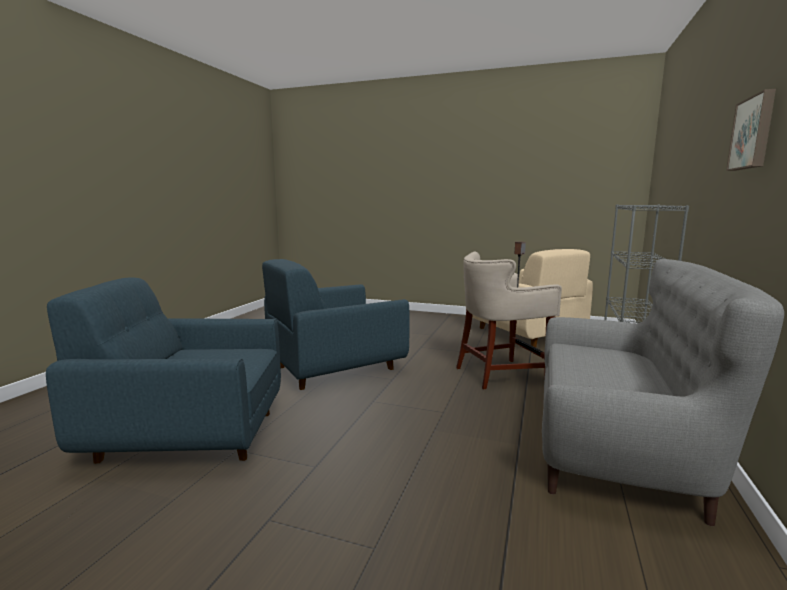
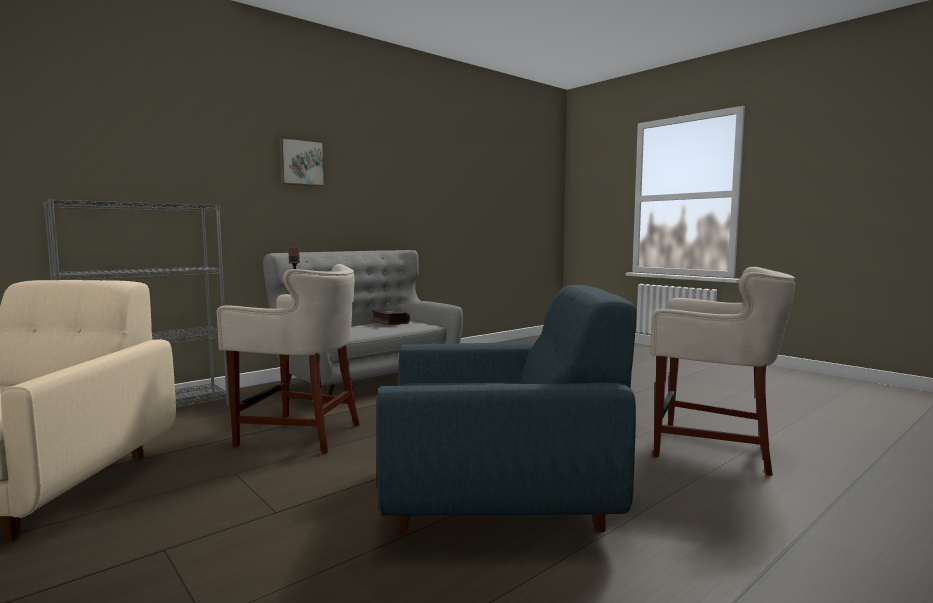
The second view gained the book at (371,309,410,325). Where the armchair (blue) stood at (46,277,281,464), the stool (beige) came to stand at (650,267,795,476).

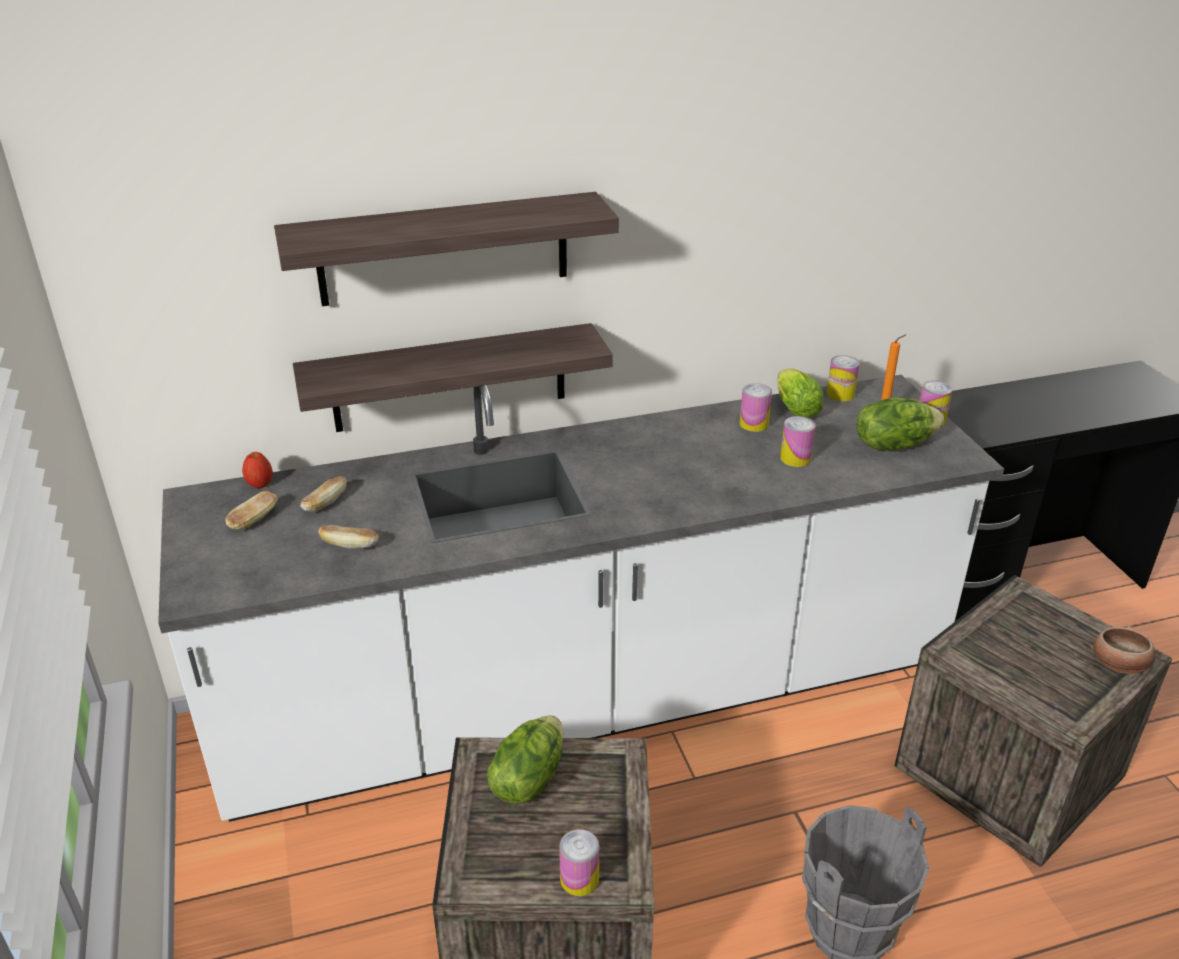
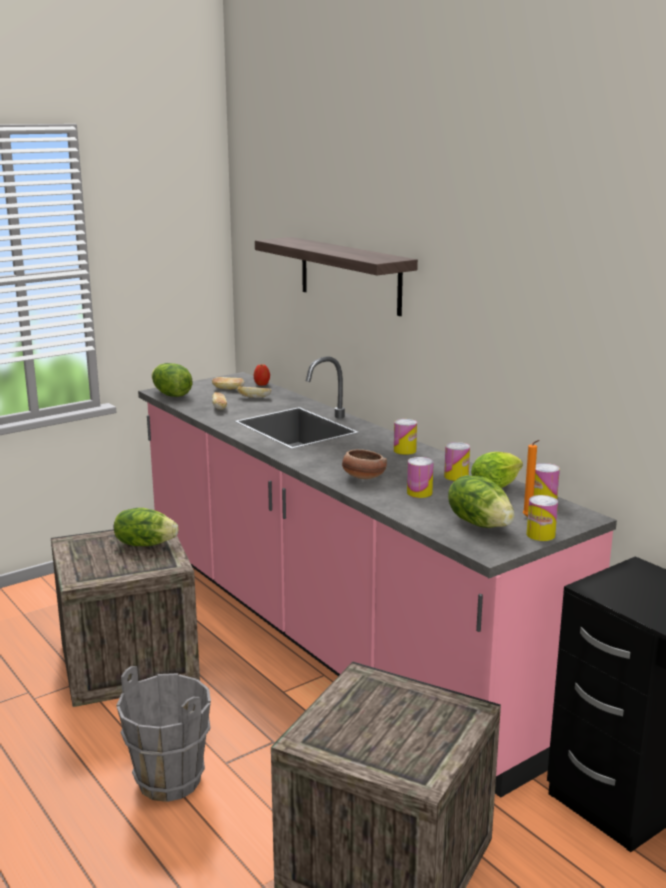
The second view lost the shelf at (293,323,613,432). The second view gained the lettuce at (152,363,192,397). The can ended up elsewhere, having gone from (559,829,599,896) to (394,419,417,455). The bowl ended up elsewhere, having gone from (1093,626,1155,674) to (342,449,387,479). What was the counter (white) at (158,375,1004,822) turned into the counter (pink) at (138,356,617,798).

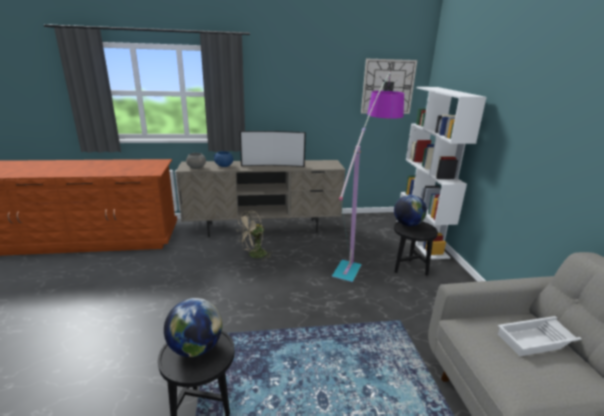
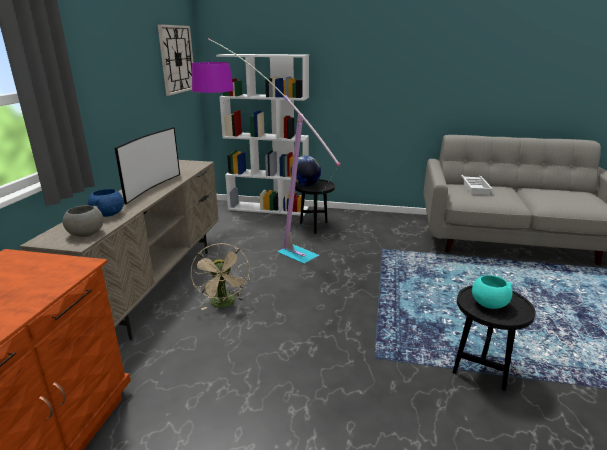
Where the globe stood at (164,298,222,357), the bowl (turquoise) came to stand at (472,275,513,309).

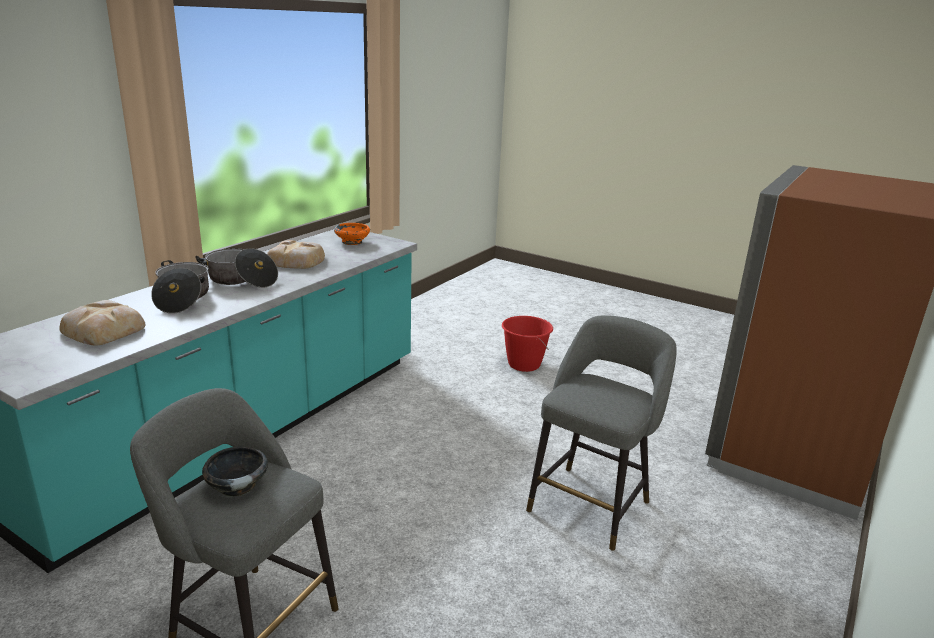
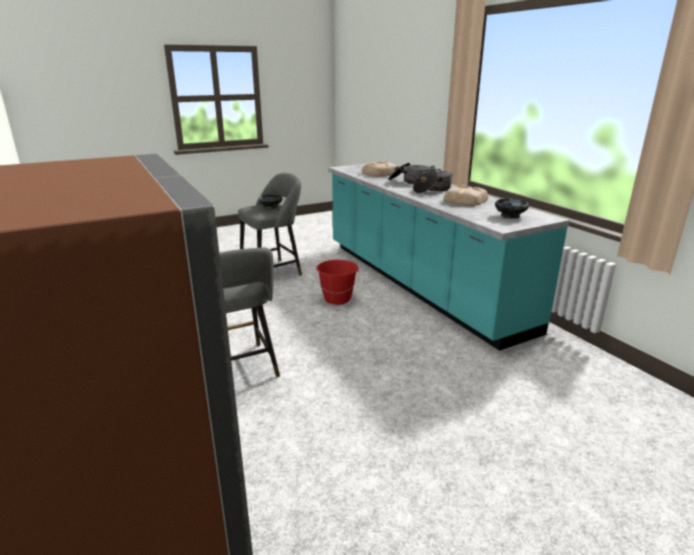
The bucket (red) ended up elsewhere, having gone from (502,316,553,372) to (315,260,359,305). What was the bowl (orange) at (334,223,370,245) turned into the bowl (black) at (495,198,529,219).

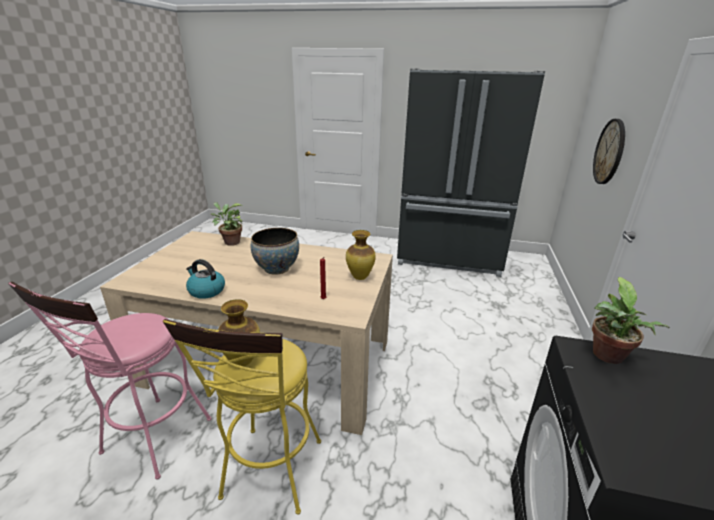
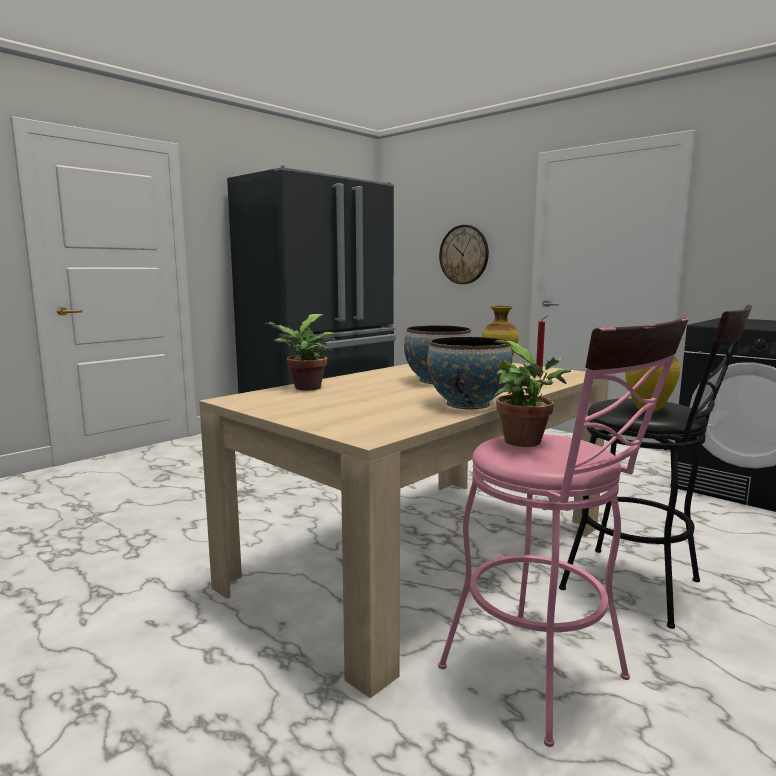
The potted plant ended up elsewhere, having gone from (592,277,670,364) to (492,340,571,447). Where the kettle stood at (186,259,225,299), the bowl came to stand at (427,337,512,409). What was the stool (yellow) at (163,319,321,515) turned into the stool (black) at (559,305,752,629).

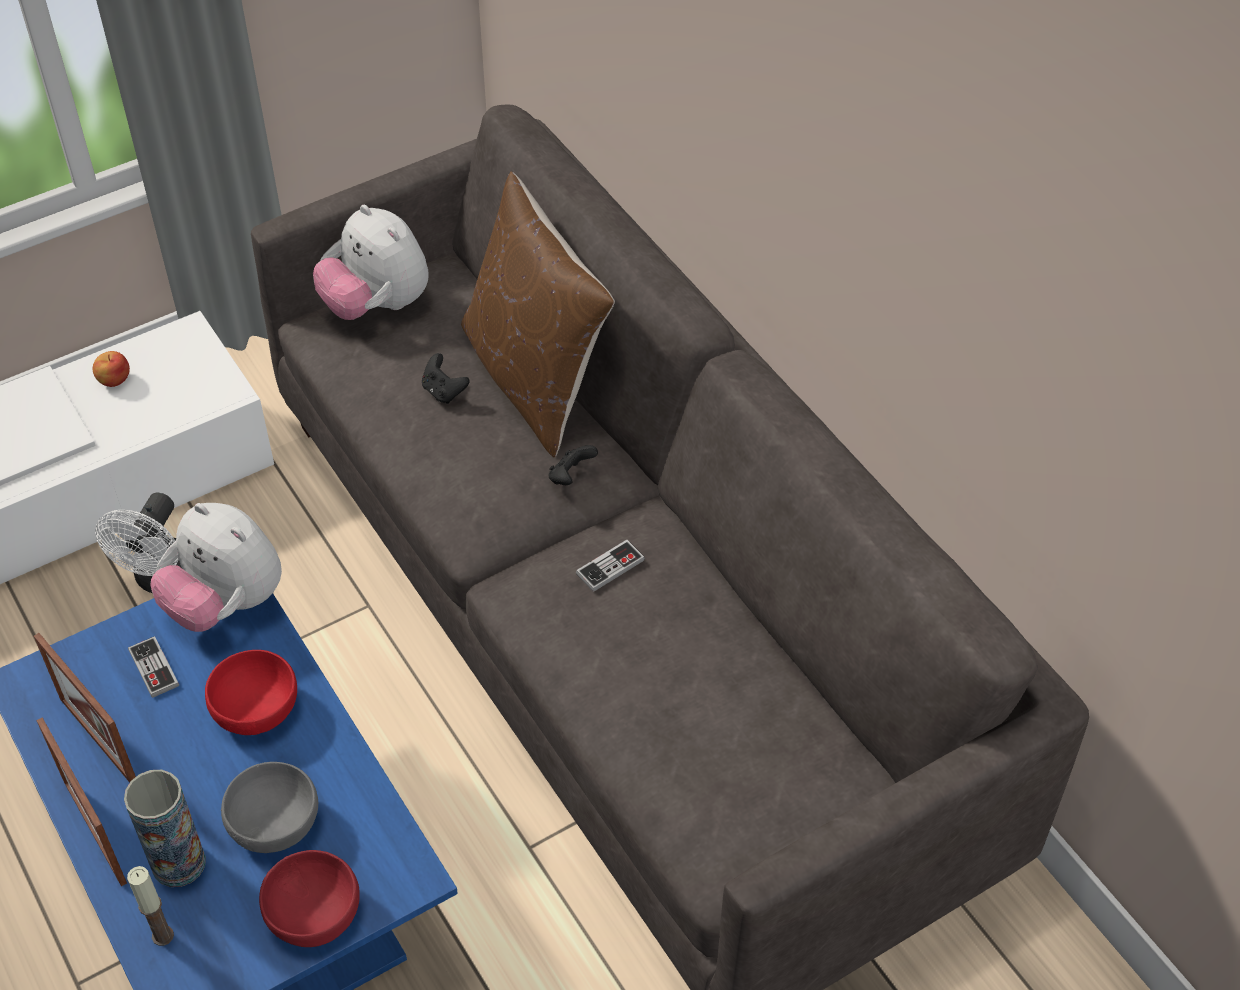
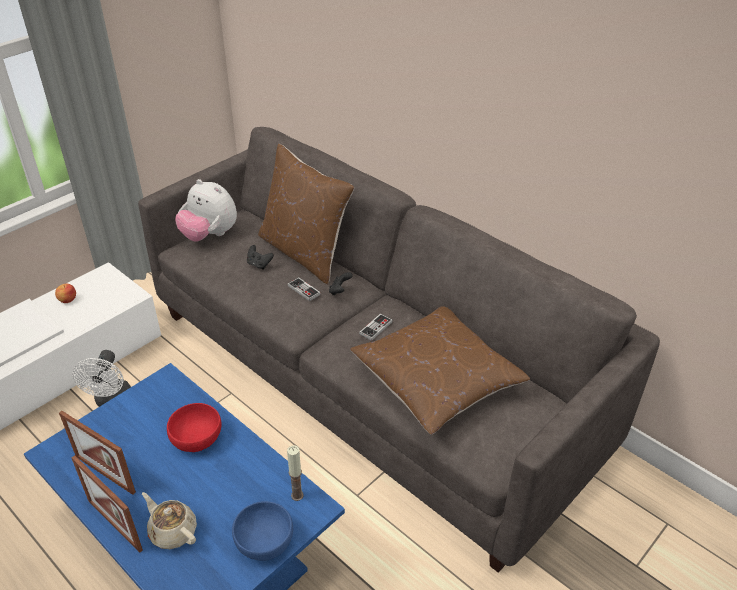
The second view lost the plush toy at (150,503,282,632). The second view lost the bowl (grey) at (221,762,318,853). The second view gained the pillow (brown) at (350,306,530,435). The candle ended up elsewhere, having gone from (127,866,174,946) to (287,445,304,501). The game controller ended up elsewhere, having gone from (128,636,179,698) to (287,277,321,301). Where the vase stood at (124,770,206,887), the teapot (beige) came to stand at (142,492,197,549). What was the bowl (red) at (259,850,360,947) turned into the bowl (blue) at (232,501,293,561).

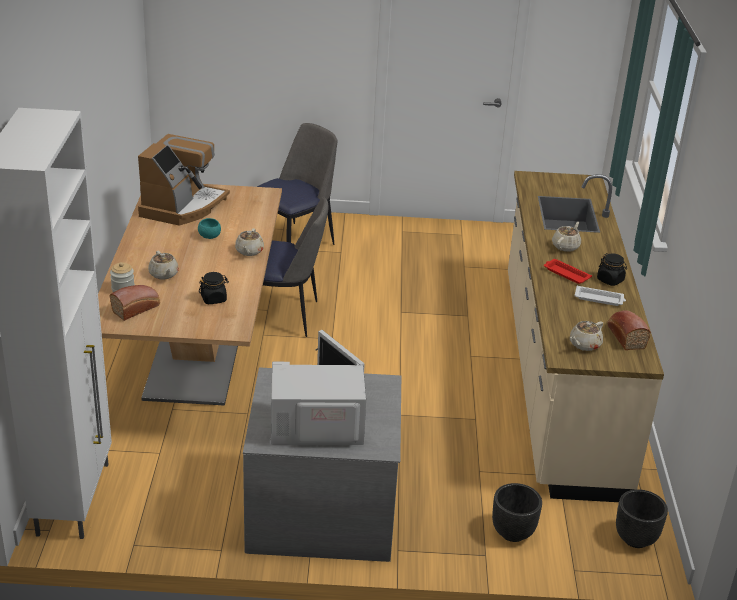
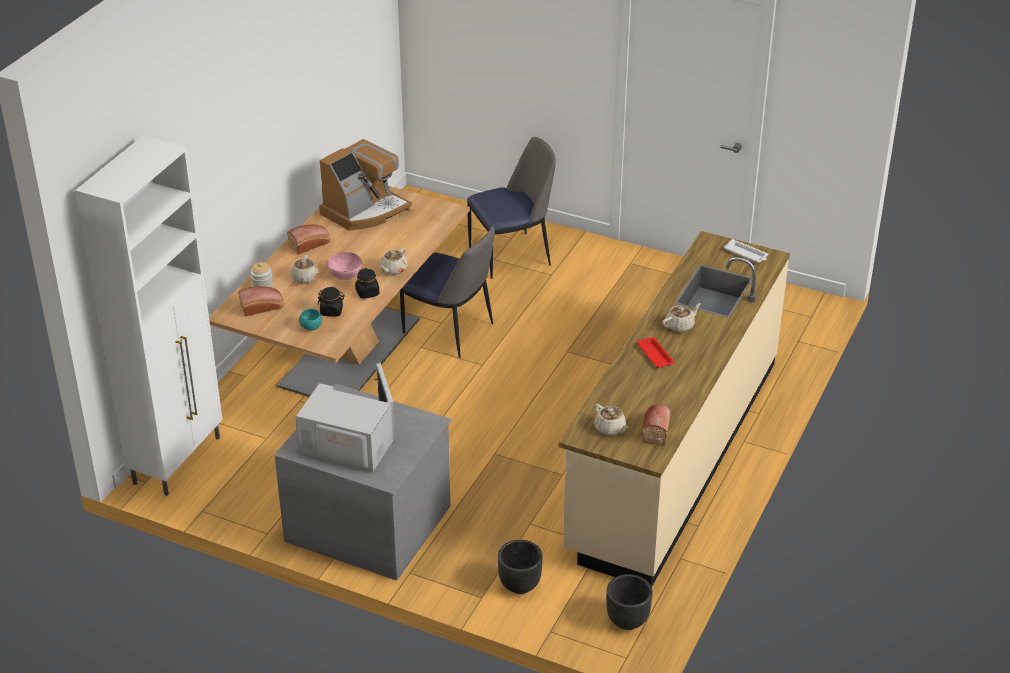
The second view gained the bread at (287,224,330,255). The second view gained the bowl (pink) at (327,252,362,280). The bowl (turquoise) ended up elsewhere, having gone from (198,218,221,239) to (299,309,322,331). The tray (white) ended up elsewhere, having gone from (575,285,626,306) to (724,239,768,263). The jar (black) ended up elsewhere, having gone from (597,253,627,286) to (355,268,379,299). The teapot (beige) at (570,321,603,351) ended up facing another way, 105 degrees counterclockwise from before.

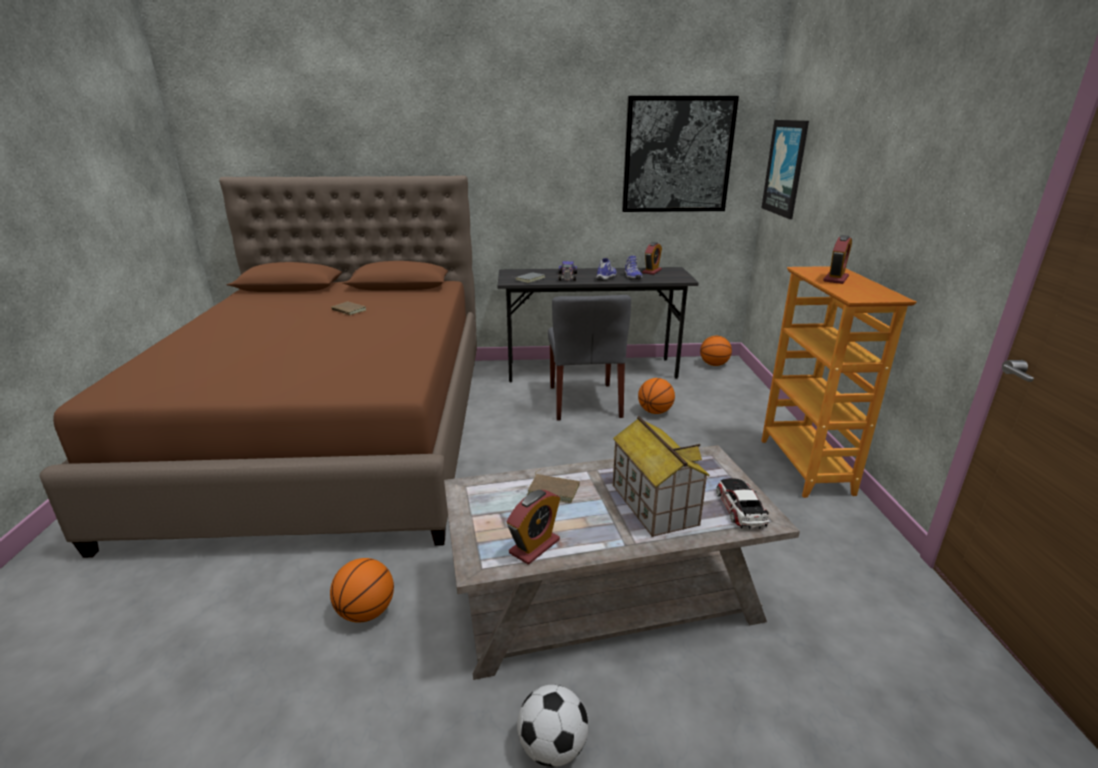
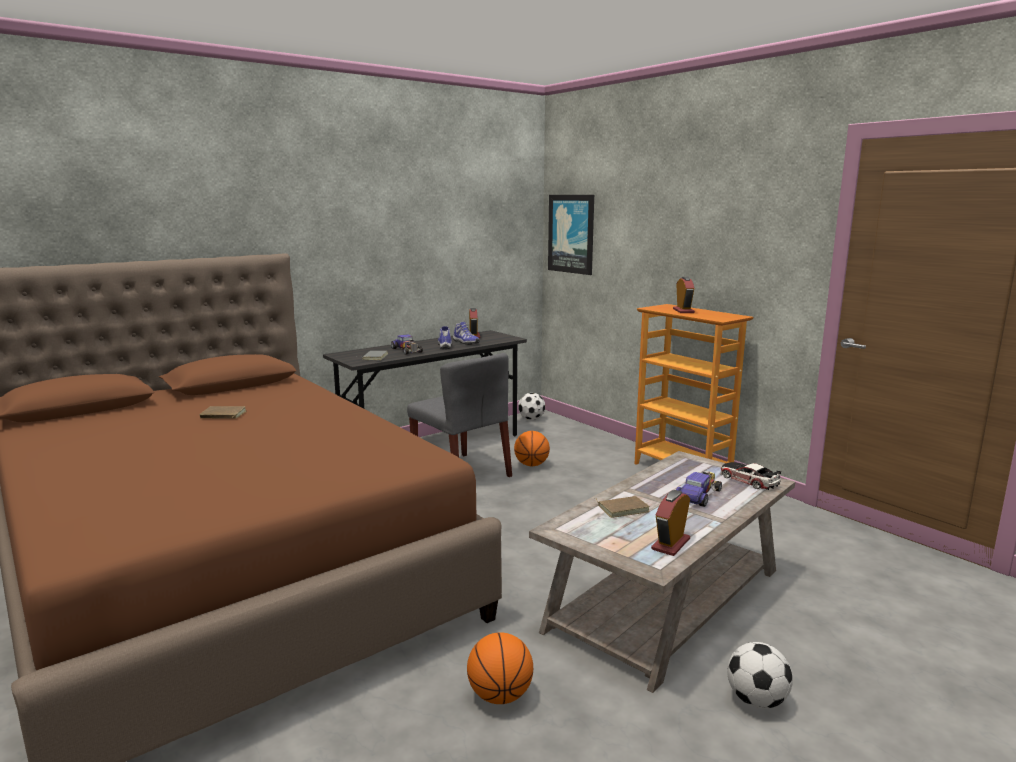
The second view lost the picture at (622,96,739,212). Where the toy house stood at (613,416,710,537), the toy car came to stand at (676,471,722,507). Where the basketball stood at (700,336,732,366), the football came to stand at (519,393,545,420). The alarm clock at (507,490,560,565) ended up facing another way, 150 degrees counterclockwise from before.

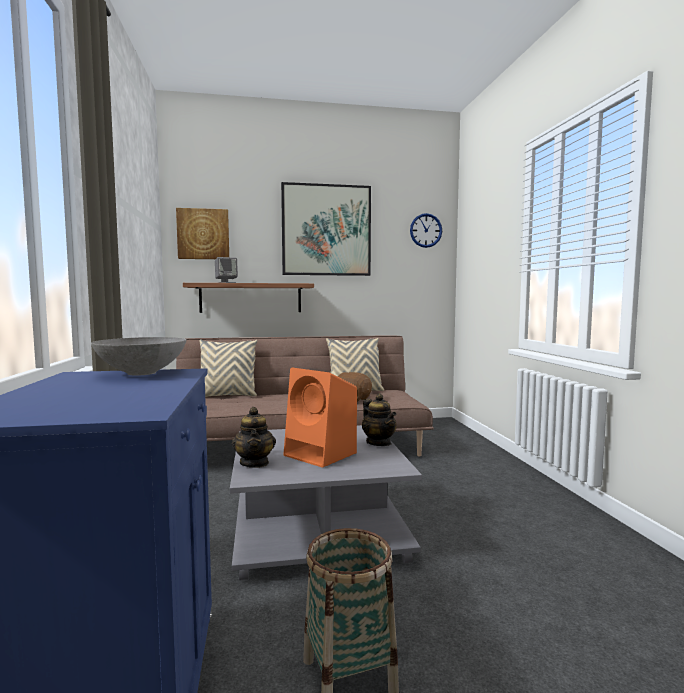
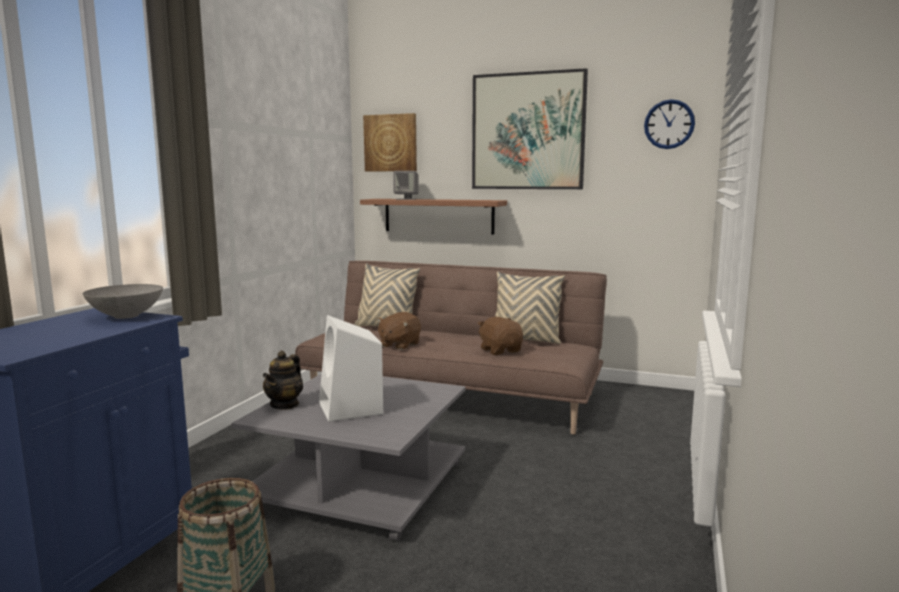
The second view lost the teapot at (362,393,397,446). The second view gained the plush toy (brown) at (377,312,421,350). What was the speaker (orange) at (284,368,357,468) turned into the speaker (white) at (319,315,383,422).

